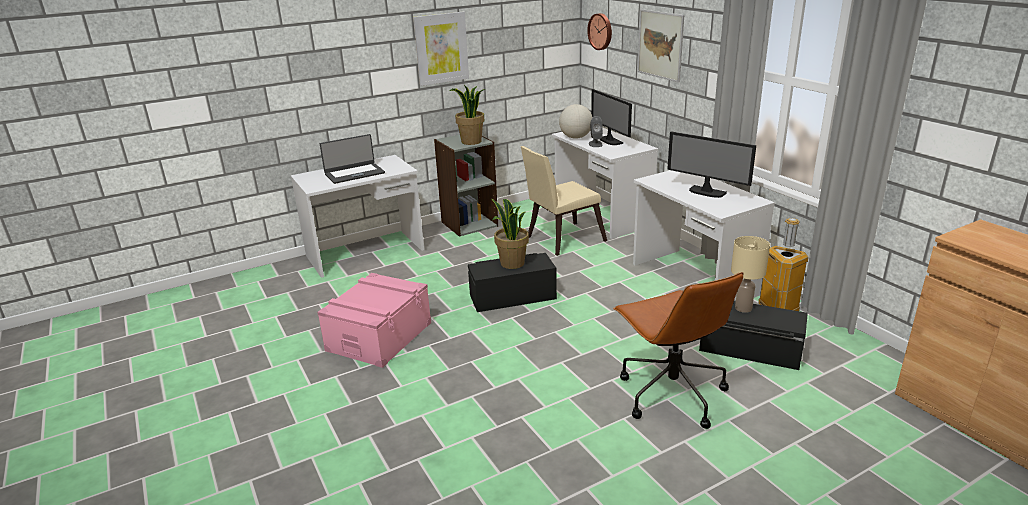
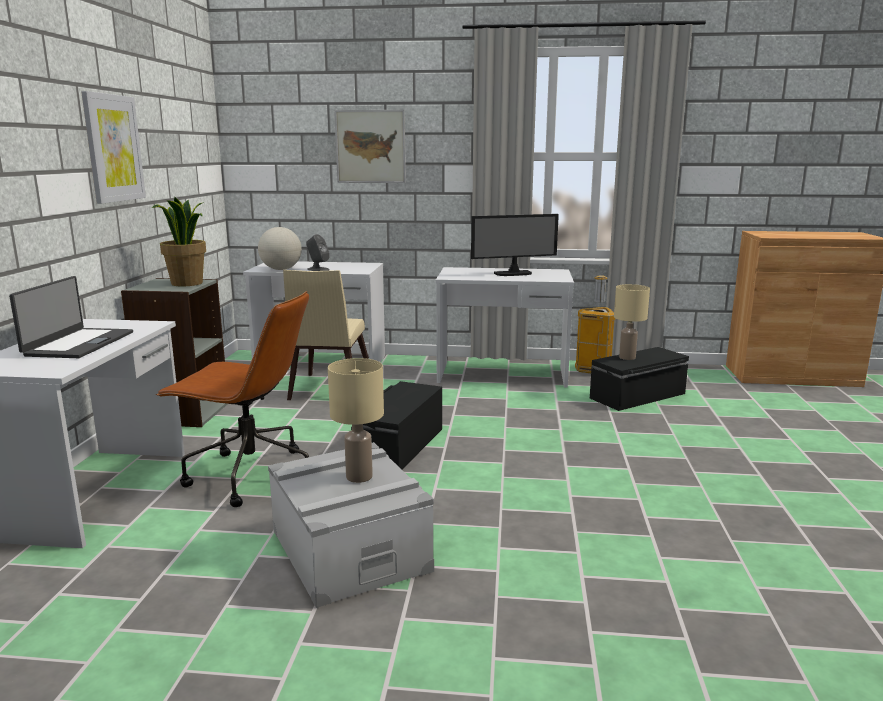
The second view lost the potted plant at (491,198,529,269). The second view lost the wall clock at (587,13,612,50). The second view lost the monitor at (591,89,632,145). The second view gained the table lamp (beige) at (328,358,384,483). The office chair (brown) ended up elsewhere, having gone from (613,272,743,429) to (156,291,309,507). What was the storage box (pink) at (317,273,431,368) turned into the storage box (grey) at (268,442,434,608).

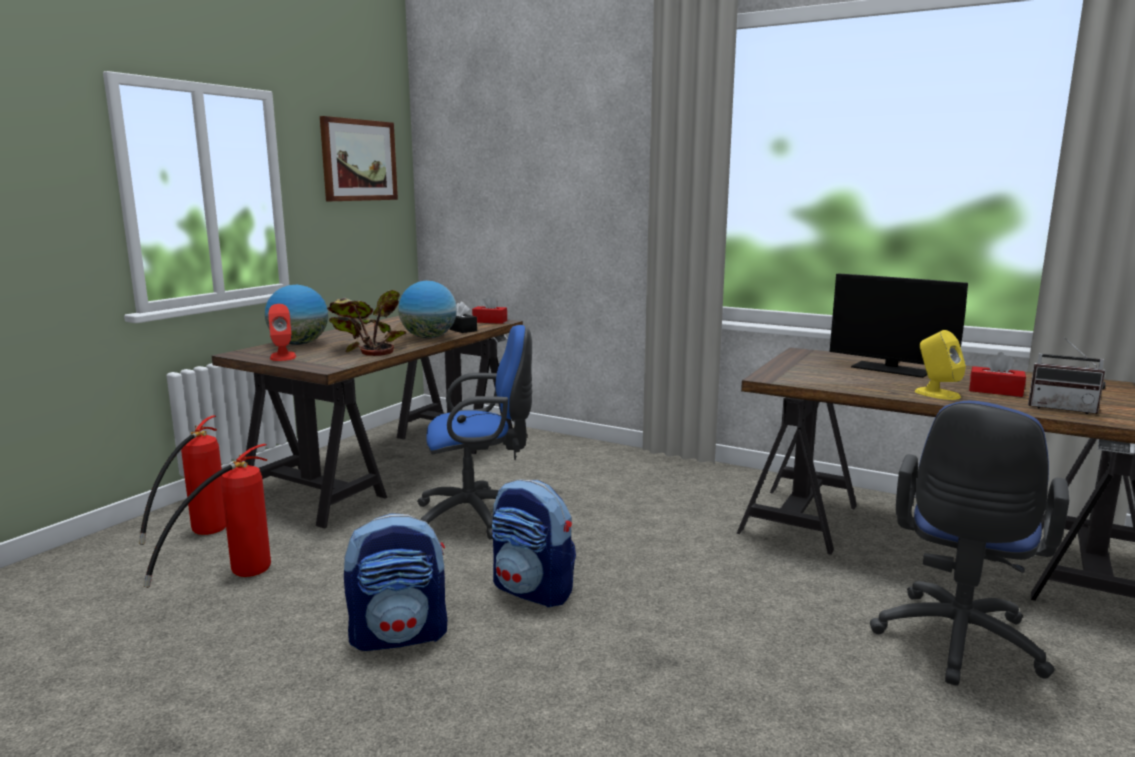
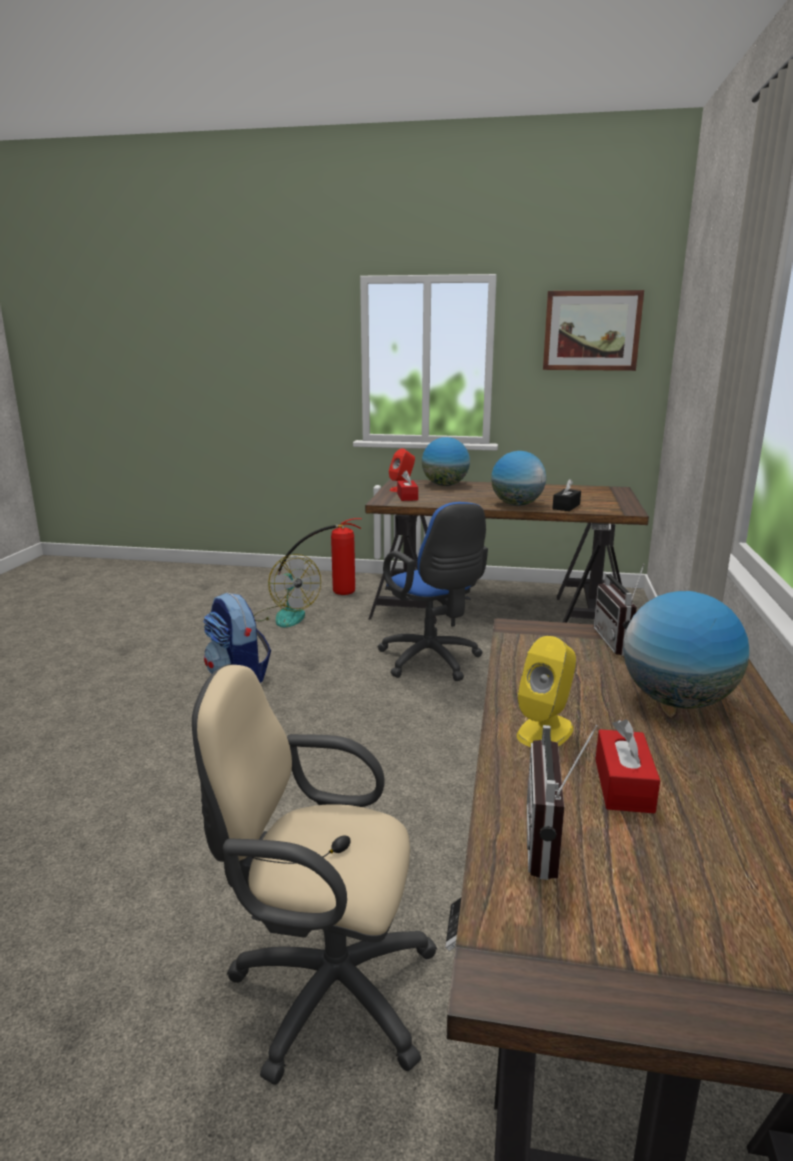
The second view lost the potted plant at (327,290,407,356). The second view lost the backpack at (492,479,576,607). The second view gained the radio at (594,564,644,656). The tissue box (red) ended up elsewhere, having gone from (472,295,507,324) to (397,470,418,501). Where the fire extinguisher stood at (143,444,271,588), the fan came to stand at (254,554,321,627). Where the monitor stood at (830,274,968,378), the globe came to stand at (623,591,749,709). What was the office chair (blue) at (870,401,1069,686) turned into the office chair (beige) at (192,664,437,1085).

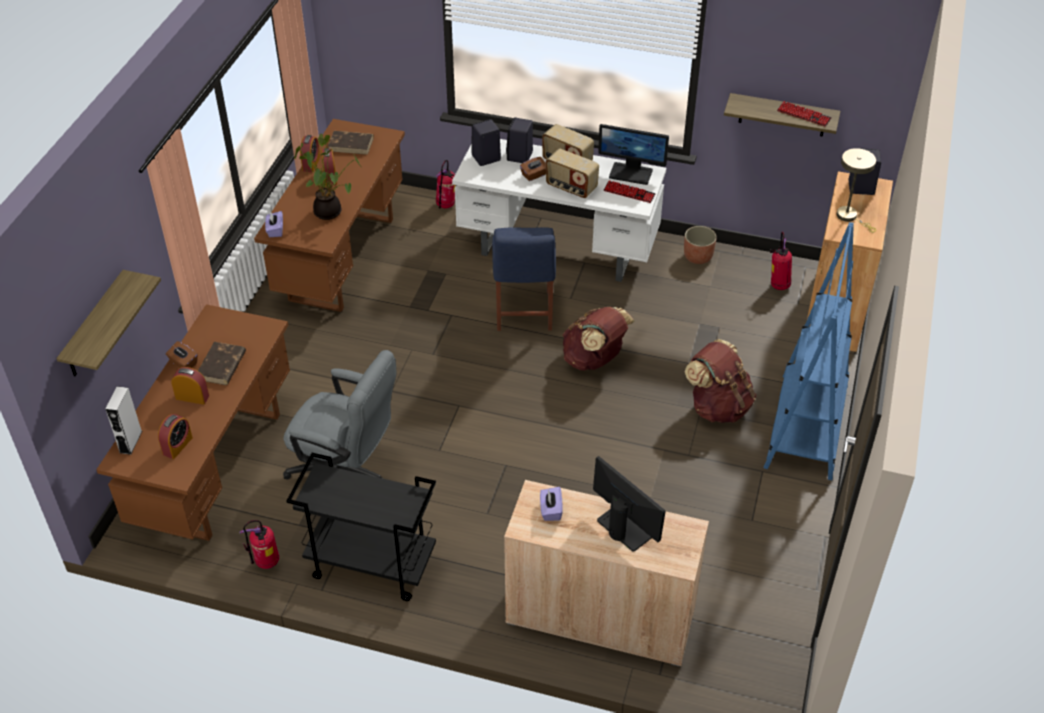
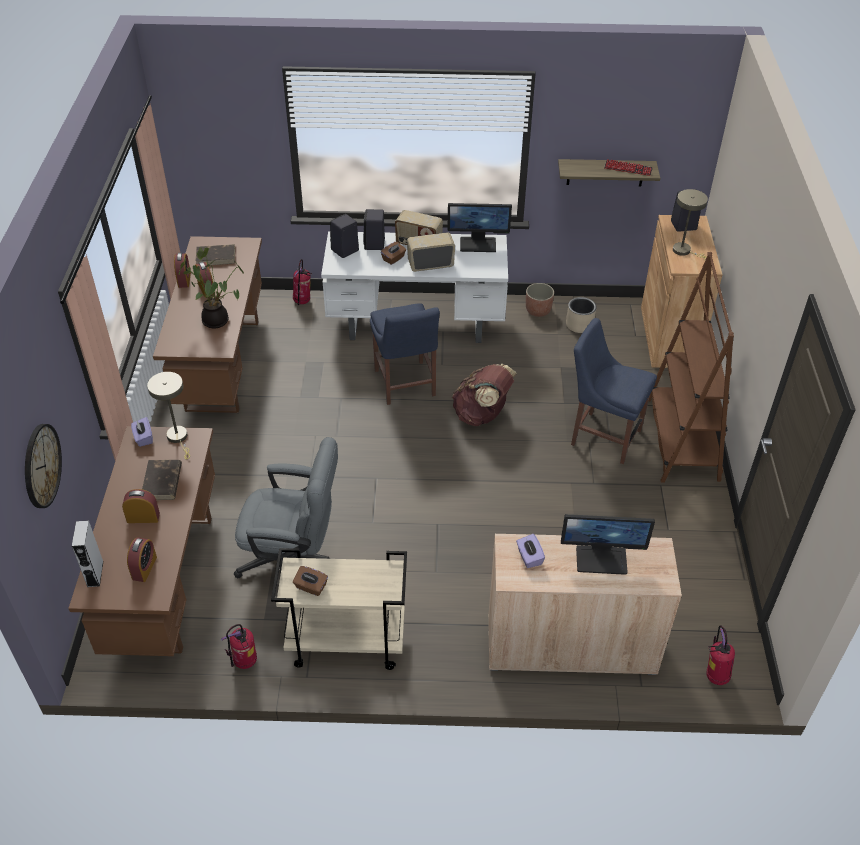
The second view lost the keyboard at (604,180,656,203). The second view gained the table lamp (beige) at (147,372,190,459). The second view gained the planter (beige) at (566,297,597,333). The tissue box (brown) ended up elsewhere, having gone from (166,341,198,368) to (293,566,328,596). The tissue box (purple) ended up elsewhere, having gone from (265,211,283,237) to (131,417,153,447). The fire extinguisher ended up elsewhere, having gone from (770,231,792,290) to (706,625,735,685). Where the shelf hung at (56,270,161,376), the wall clock came to hang at (25,424,62,508). Where the backpack (brown) stood at (685,339,757,423), the chair (blue) came to stand at (571,318,657,464). What was the cart (black) at (286,453,436,601) turned into the cart (beige) at (271,548,407,670). What was the bookcase (blue) at (764,222,854,480) turned into the bookcase (brown) at (649,252,734,483). The radio at (546,149,599,198) ended up facing another way, 150 degrees clockwise from before. The monitor at (593,456,666,552) ended up facing another way, 150 degrees clockwise from before.

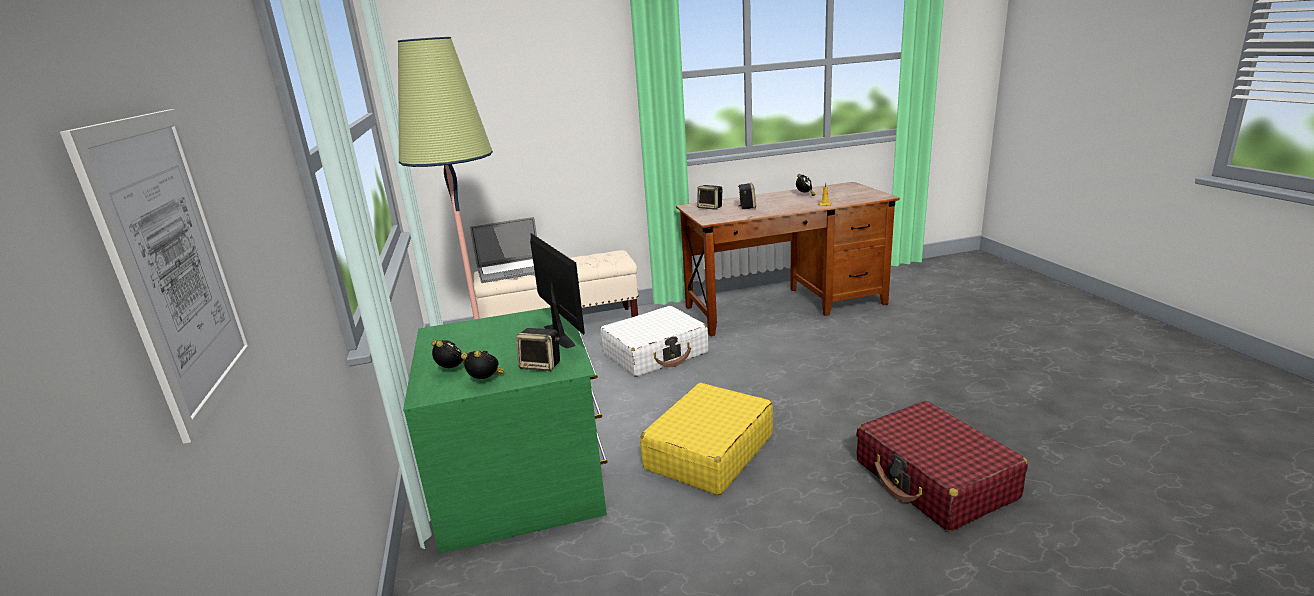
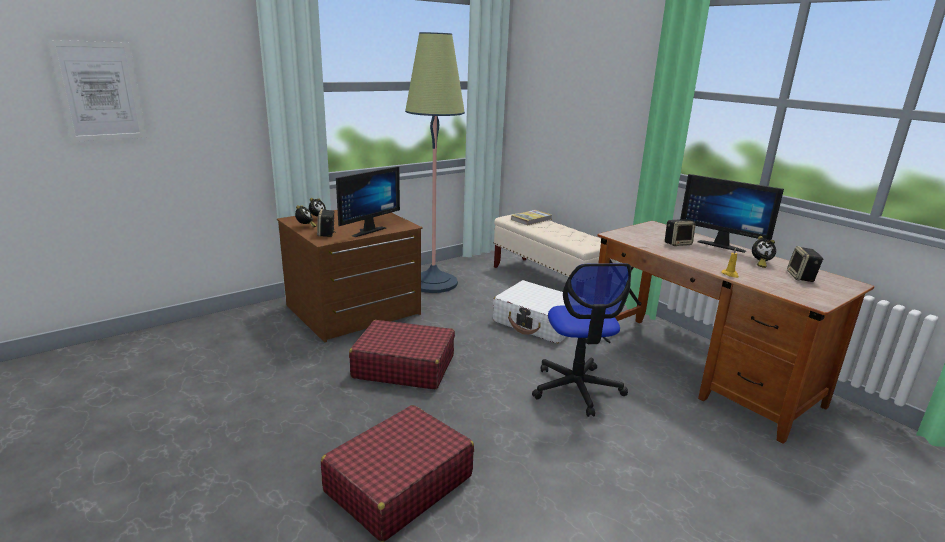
The second view gained the office chair at (532,263,631,417). The second view gained the monitor at (680,174,784,253). The speaker ended up elsewhere, having gone from (697,185,723,210) to (787,246,823,282). Where the laptop stood at (470,217,537,283), the book came to stand at (511,210,552,225). What was the dresser (green) at (403,307,608,554) turned into the dresser (brown) at (277,210,423,342). What was the suitcase (yellow) at (640,383,773,495) turned into the suitcase (red) at (349,320,455,389).

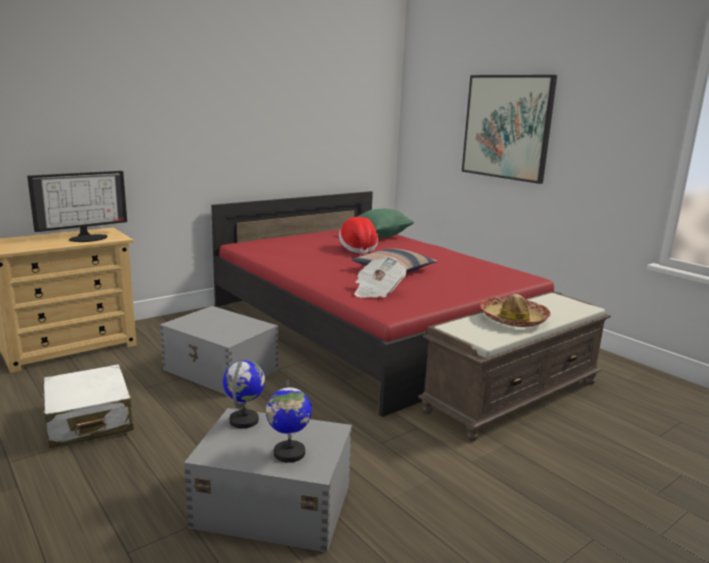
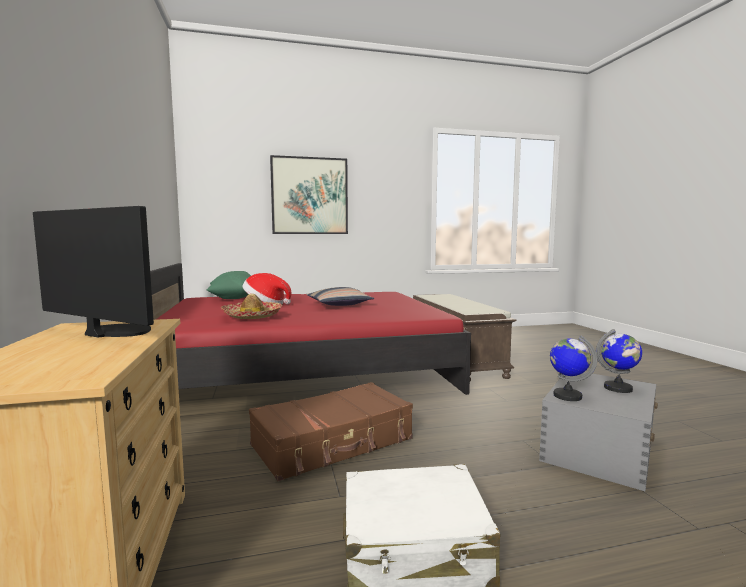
The second view lost the newspaper at (355,257,407,298). The hat ended up elsewhere, having gone from (480,294,550,327) to (221,294,282,319). Where the storage box (grey) stood at (160,306,278,396), the suitcase (brown) came to stand at (249,382,413,481). The monitor at (27,171,127,242) ended up facing another way, 45 degrees counterclockwise from before.

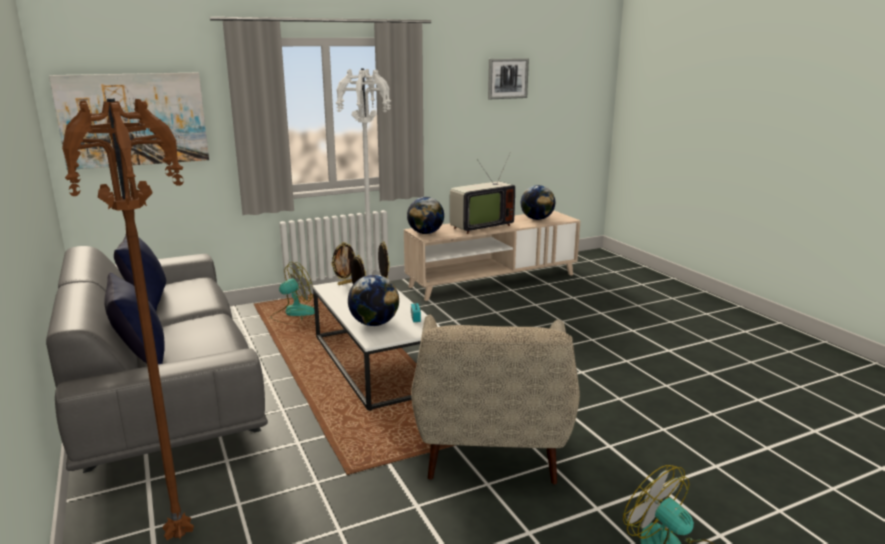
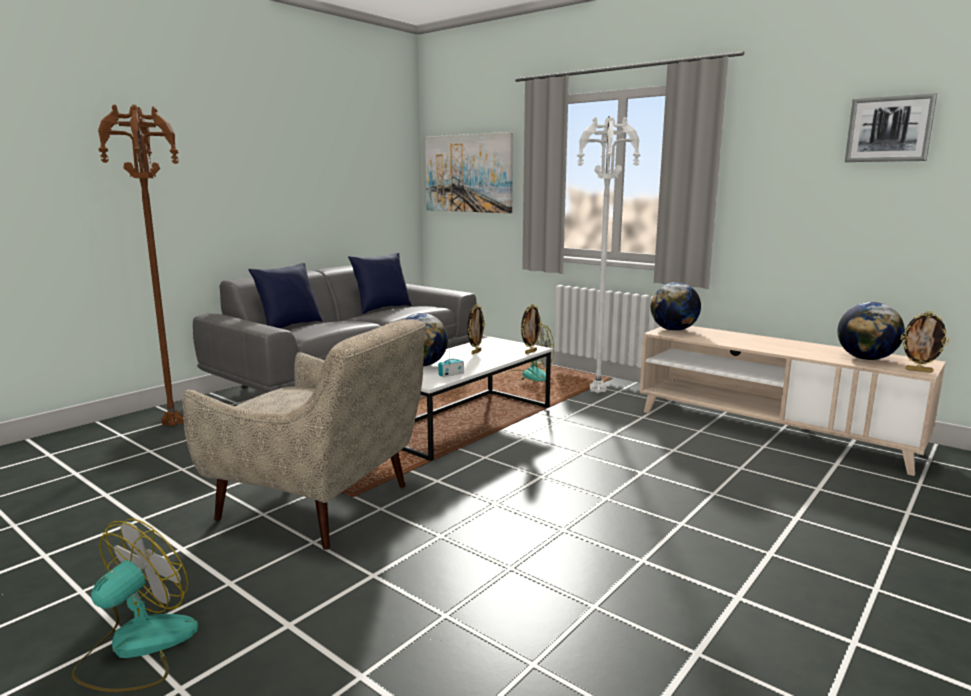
The second view lost the television at (450,154,515,234). The picture frame ended up elsewhere, having gone from (332,242,355,285) to (901,311,949,373). The armchair (beige) at (411,315,580,485) ended up facing another way, 135 degrees counterclockwise from before.

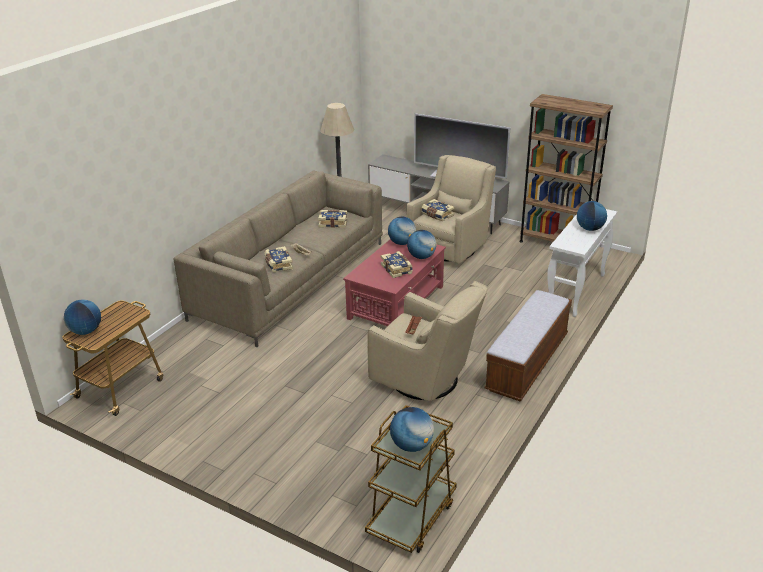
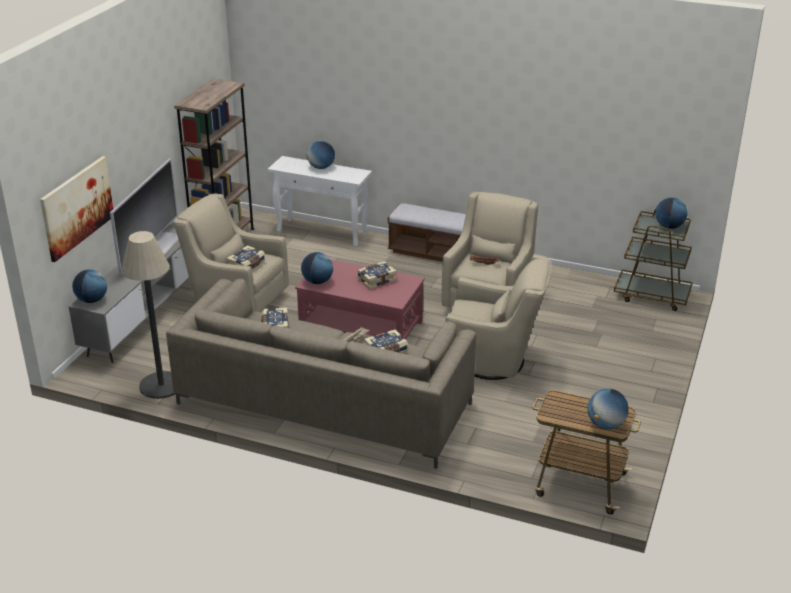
The second view gained the picture at (40,156,113,262). The second view gained the armchair (beige) at (445,254,551,380). The globe ended up elsewhere, having gone from (407,230,437,259) to (73,269,107,303).

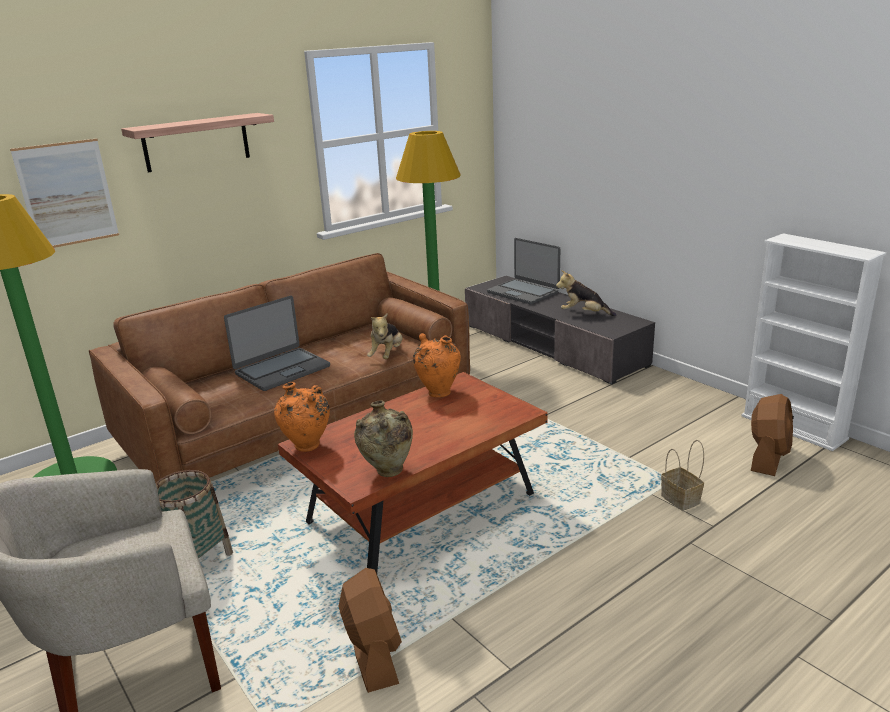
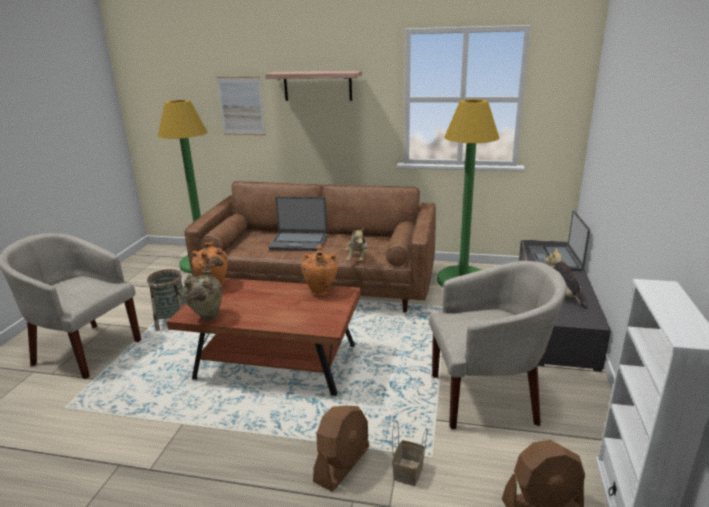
The second view gained the armchair (beige) at (429,261,567,429). The fan (brown) ended up elsewhere, having gone from (338,568,402,693) to (313,406,370,492). The plush toy at (367,313,403,359) ended up facing another way, 60 degrees counterclockwise from before.

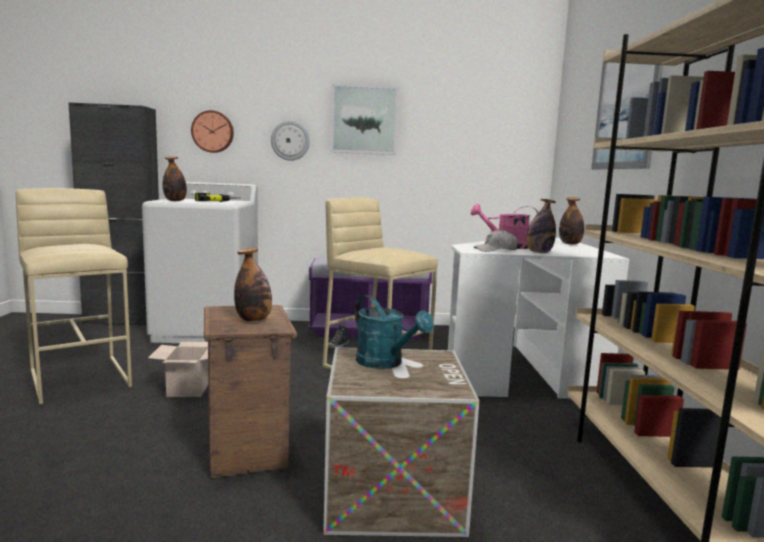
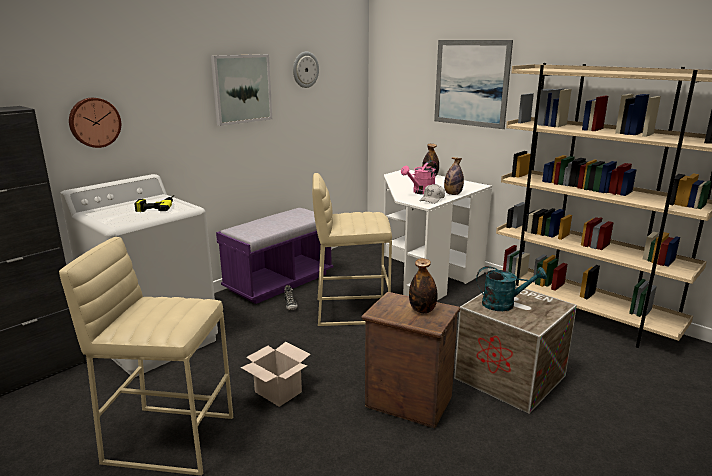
The second view lost the bottle at (163,156,187,201). The wall clock ended up elsewhere, having gone from (271,121,310,161) to (293,52,319,88).

